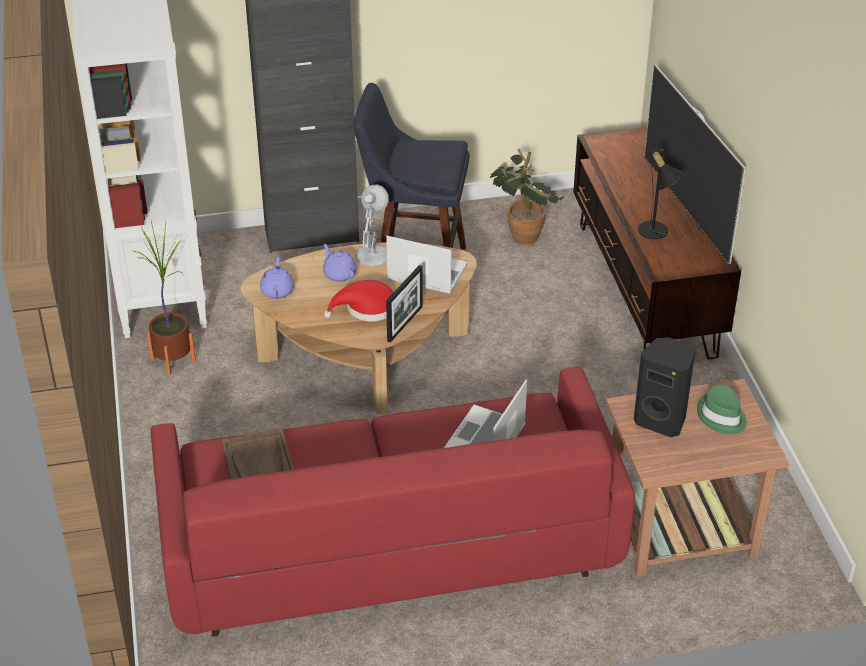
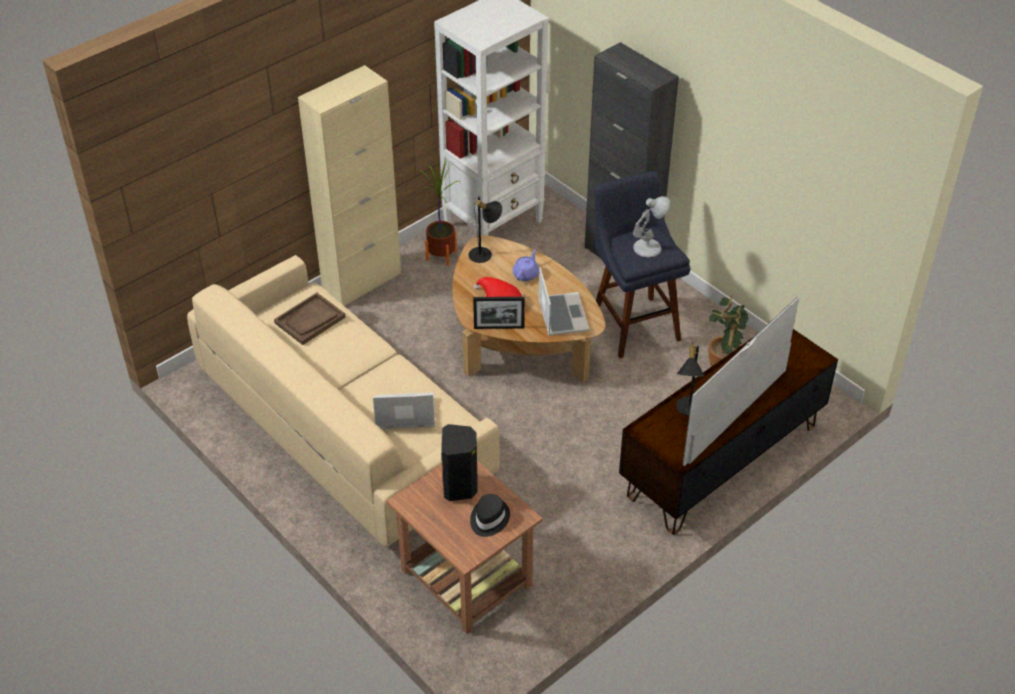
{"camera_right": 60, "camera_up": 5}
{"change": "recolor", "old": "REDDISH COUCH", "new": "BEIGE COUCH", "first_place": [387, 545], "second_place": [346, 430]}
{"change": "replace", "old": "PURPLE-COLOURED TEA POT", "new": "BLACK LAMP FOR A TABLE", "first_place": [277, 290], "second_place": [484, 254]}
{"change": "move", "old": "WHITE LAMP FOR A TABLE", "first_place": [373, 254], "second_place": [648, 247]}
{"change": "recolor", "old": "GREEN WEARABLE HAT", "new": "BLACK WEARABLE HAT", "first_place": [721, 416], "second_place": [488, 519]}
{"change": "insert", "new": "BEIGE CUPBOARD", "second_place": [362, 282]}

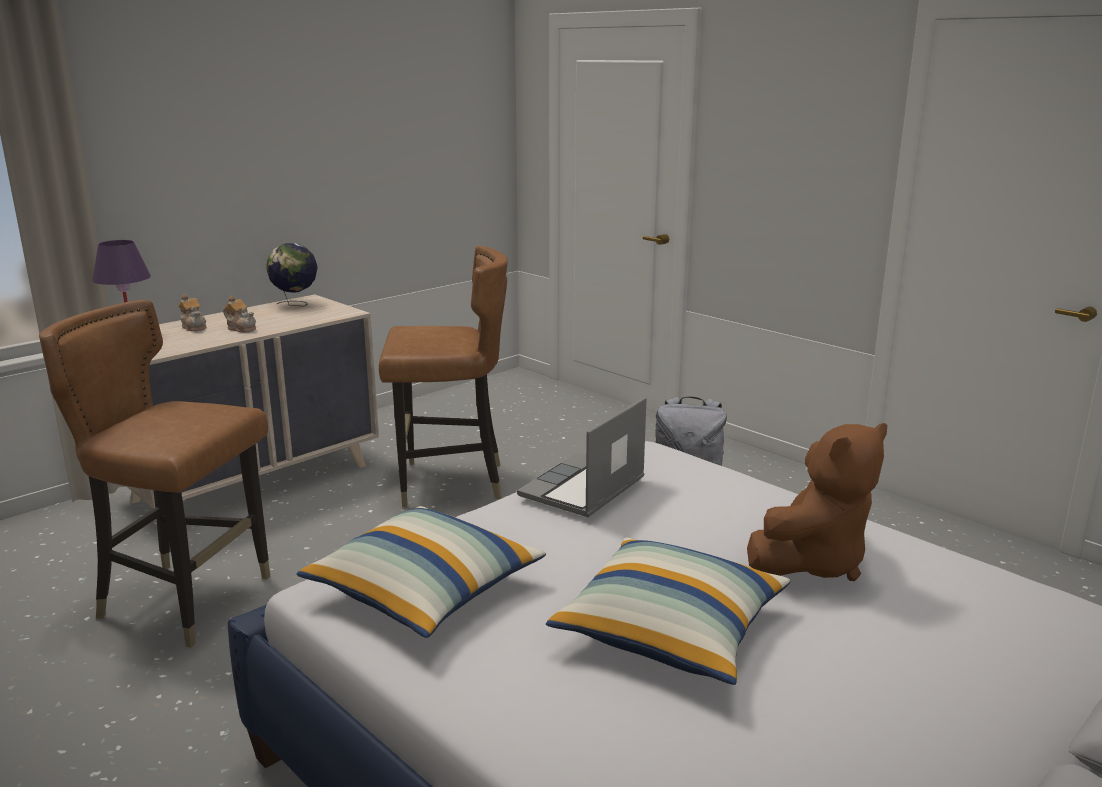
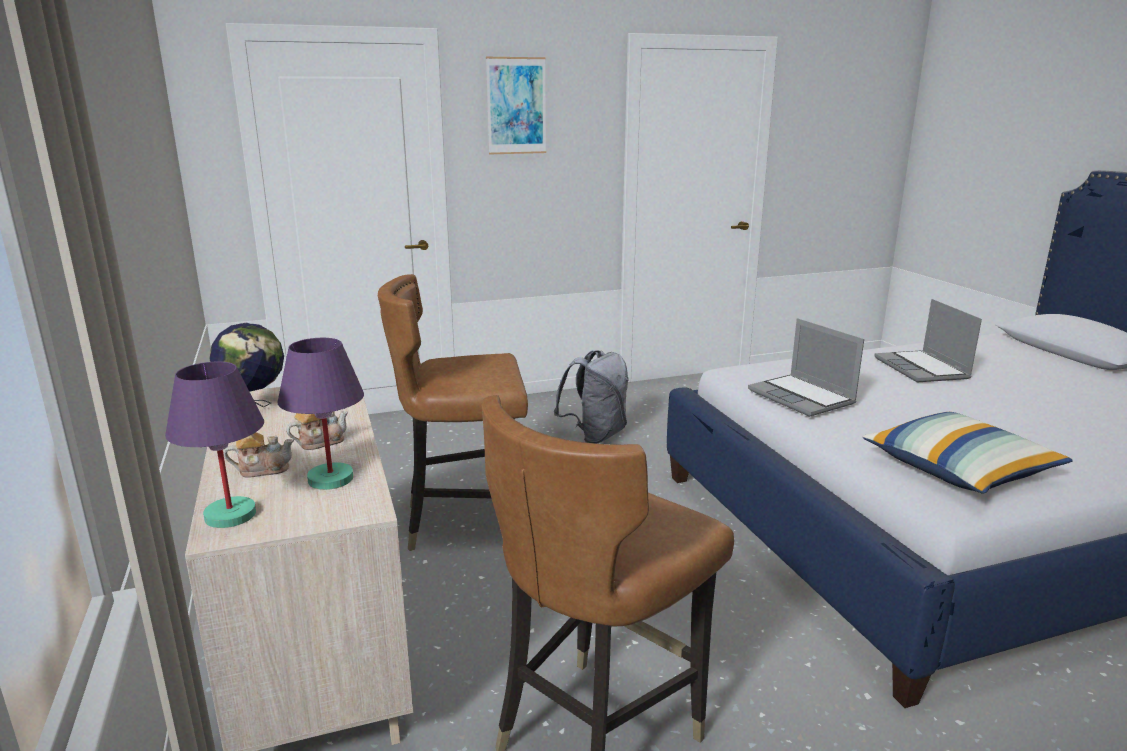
{"camera_right": -65, "camera_up": 0}
{"change": "rotate", "old": "BROWN-COLOURED UPRIGHT CHAIR", "first_place": [449, 483], "second_place": [464, 522], "degrees": -120}
{"change": "delete", "old": "PILLOW", "first_place": [671, 632]}
{"change": "replace", "old": "BROWN-COLOURED CUDDLY TOY", "new": "PORTABLE COMPUTER", "first_place": [813, 562], "second_place": [922, 369]}
{"change": "insert", "new": "PURPLE-COLOURED LAMP FOR A TABLE", "second_place": [330, 479]}
{"change": "insert", "new": "PICTURE", "second_place": [516, 106]}

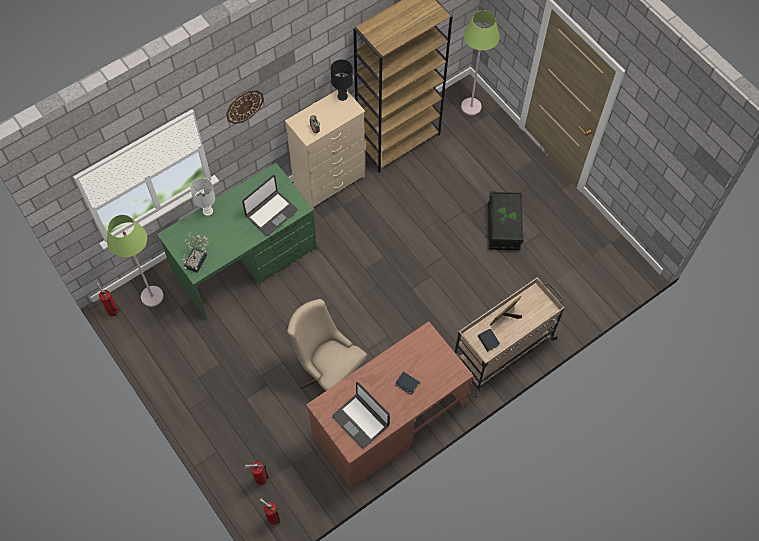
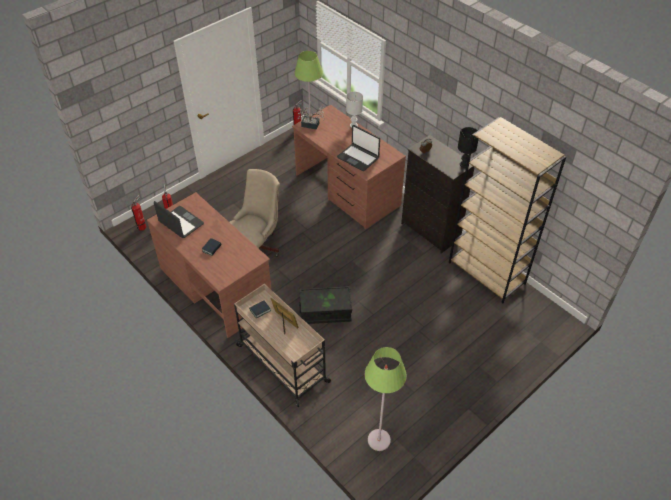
{"camera_right": 85, "camera_up": -15}
{"change": "recolor", "old": "GREEN DESK", "new": "BROWN-COLOURED DESK", "first_place": [245, 261], "second_place": [347, 190]}
{"change": "delete", "old": "HANGING CLOCK", "first_place": [244, 106]}
{"change": "recolor", "old": "BEIGE DRESSER", "new": "BLACK DRESSER", "first_place": [330, 182], "second_place": [430, 231]}
{"change": "rotate", "old": "PORTABLE COMPUTER", "first_place": [361, 420], "second_place": [180, 223], "degrees": 90}
{"change": "move", "old": "GREEN STANDARD LAMP", "first_place": [471, 107], "second_place": [378, 440]}
{"change": "move", "old": "BLACK STORAGE BIN", "first_place": [503, 227], "second_place": [325, 312]}

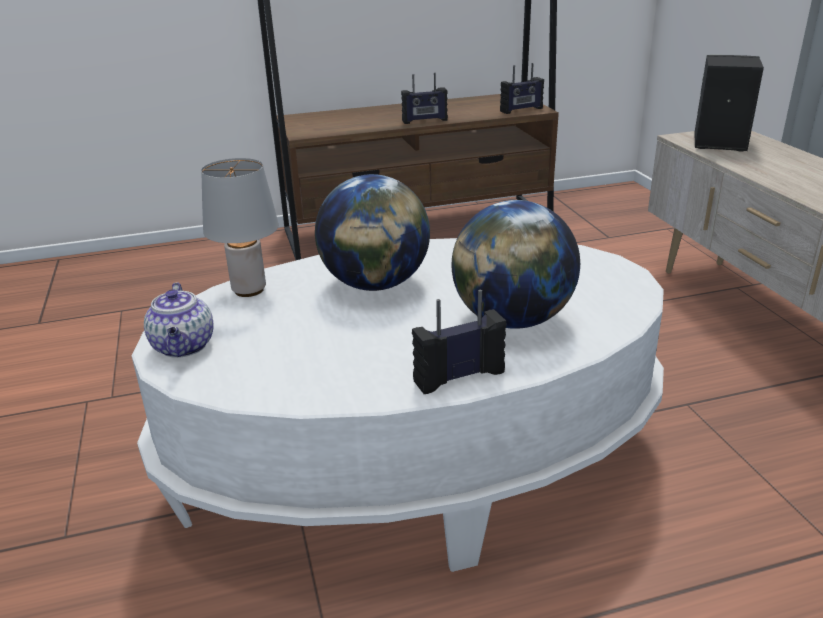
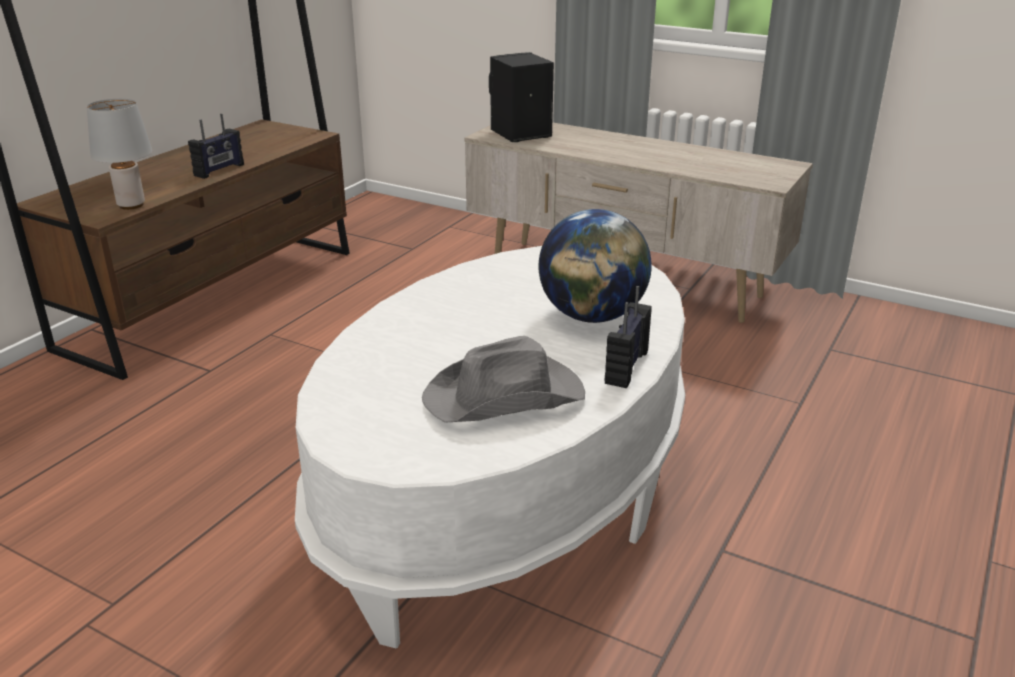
{"camera_right": -45, "camera_up": 0}
{"change": "delete", "old": "TEA POT", "first_place": [184, 347]}
{"change": "move", "old": "GREY LAMP FOR A TABLE", "first_place": [249, 289], "second_place": [131, 205]}
{"change": "delete", "old": "GLOBE", "first_place": [375, 284]}
{"change": "delete", "old": "RADIO SET", "first_place": [521, 110]}
{"change": "insert", "new": "GREY WEARABLE HAT", "second_place": [506, 397]}

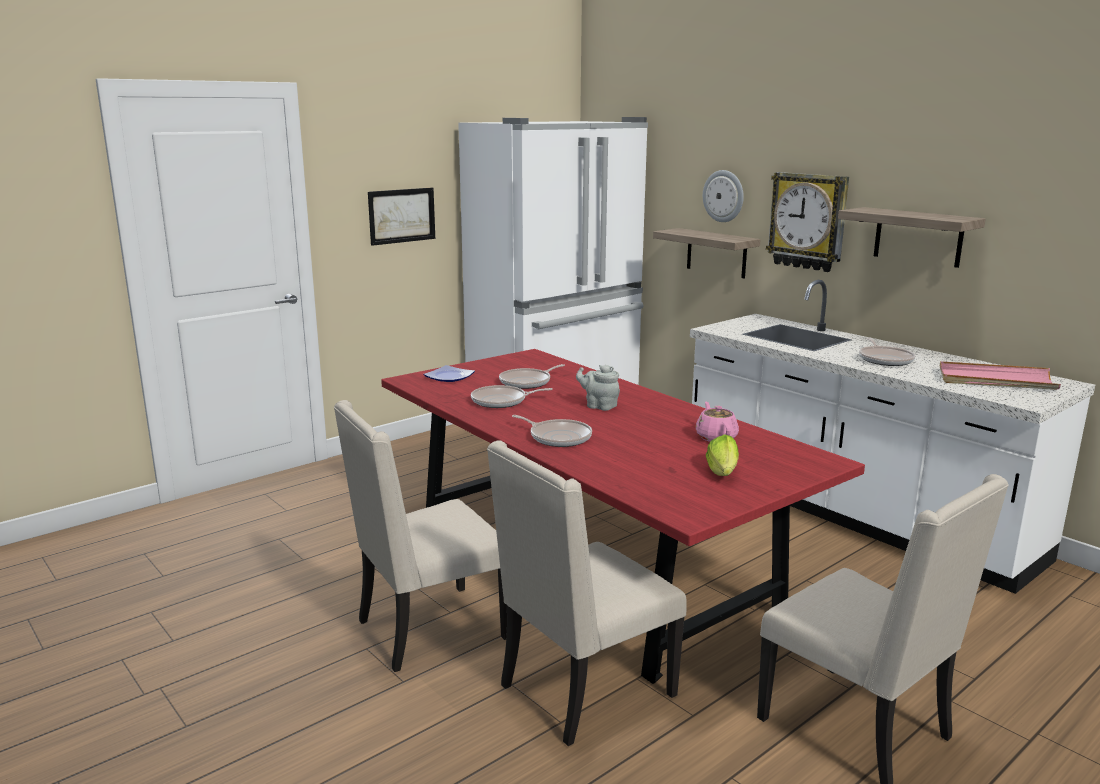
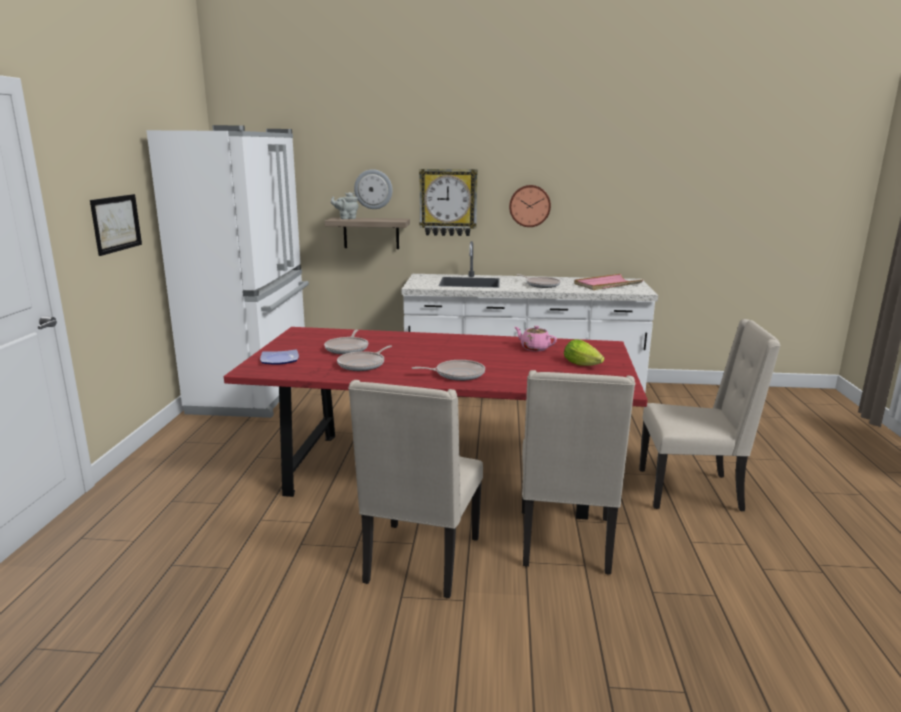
{"camera_right": -45, "camera_up": 0}
{"change": "move", "old": "GREY TEA POT", "first_place": [599, 406], "second_place": [346, 218]}
{"change": "replace", "old": "BRACKET SHELF", "new": "HANGING CLOCK", "first_place": [918, 237], "second_place": [529, 206]}

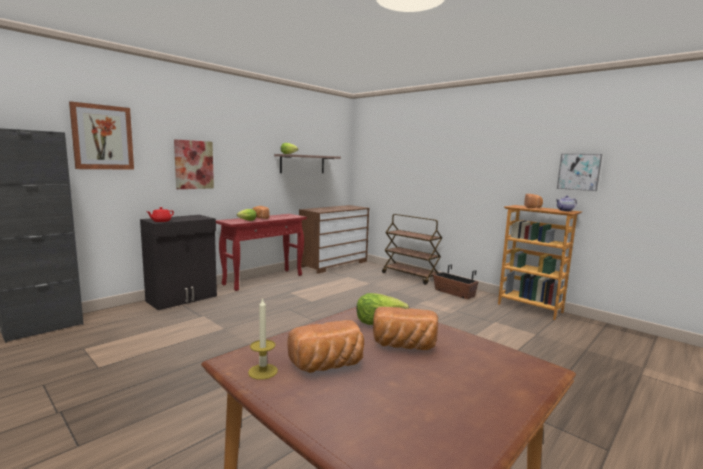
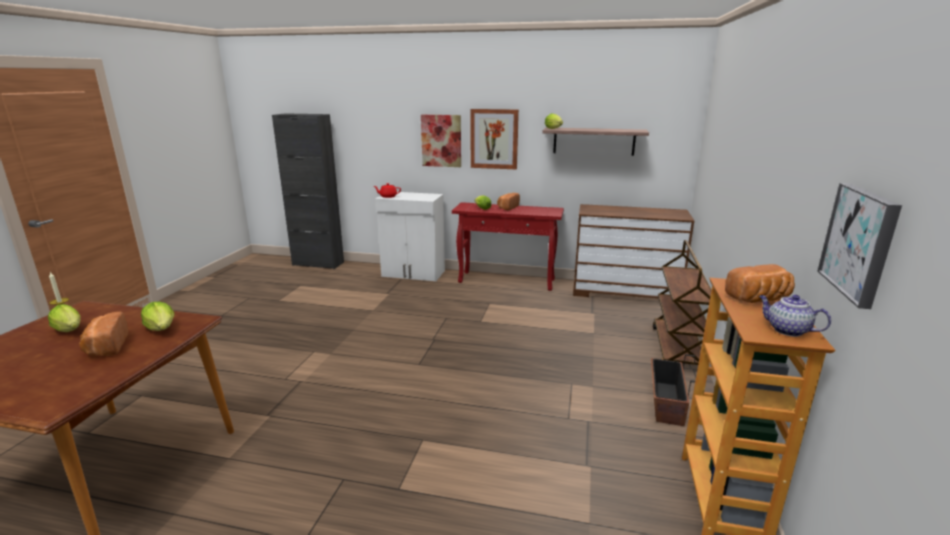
{"camera_right": 60, "camera_up": 10}
{"change": "move", "old": "PICTURE", "first_place": [102, 137], "second_place": [494, 139]}
{"change": "recolor", "old": "BLACK CUPBOARD", "new": "WHITE CUPBOARD", "first_place": [183, 299], "second_place": [413, 273]}
{"change": "replace", "old": "BAKED BREAD", "new": "HEAD OF LETTUCE", "first_place": [328, 366], "second_place": [70, 331]}

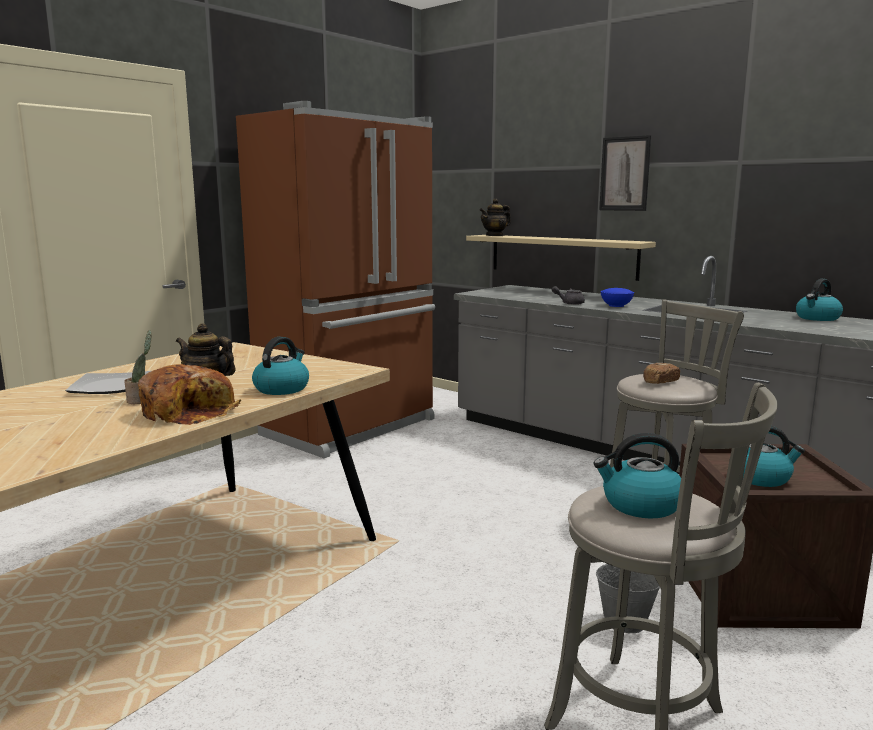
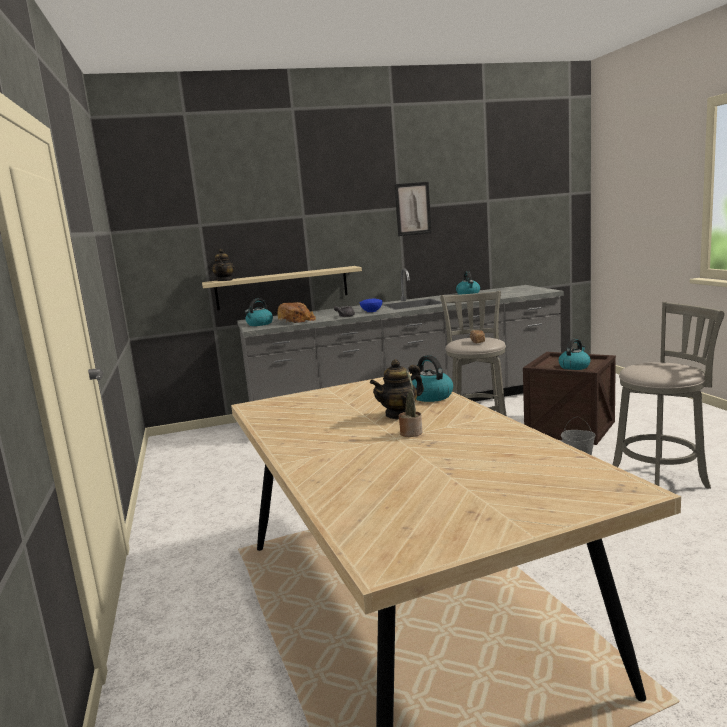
{"camera_right": -55, "camera_up": 0}
{"change": "delete", "old": "DINNER PLATE", "first_place": [114, 386]}
{"change": "move", "old": "BAKED BREAD", "first_place": [190, 411], "second_place": [297, 320]}
{"change": "delete", "old": "BROWN-COLOURED REFRIGERATOR", "first_place": [351, 428]}
{"change": "move", "old": "KETTLE", "first_place": [640, 505], "second_place": [259, 324]}
{"change": "move", "old": "PICTURE", "first_place": [624, 173], "second_place": [413, 209]}

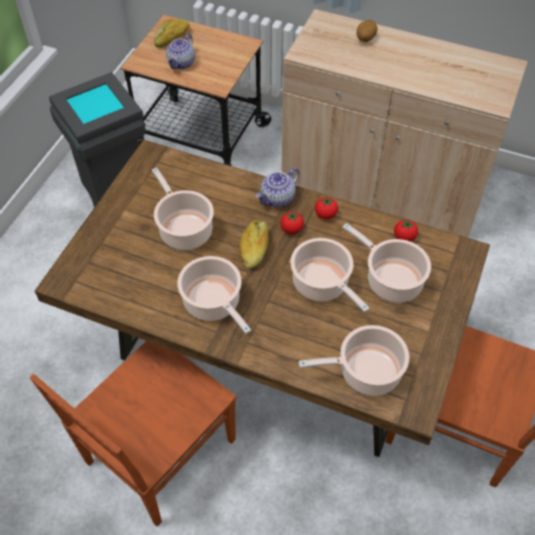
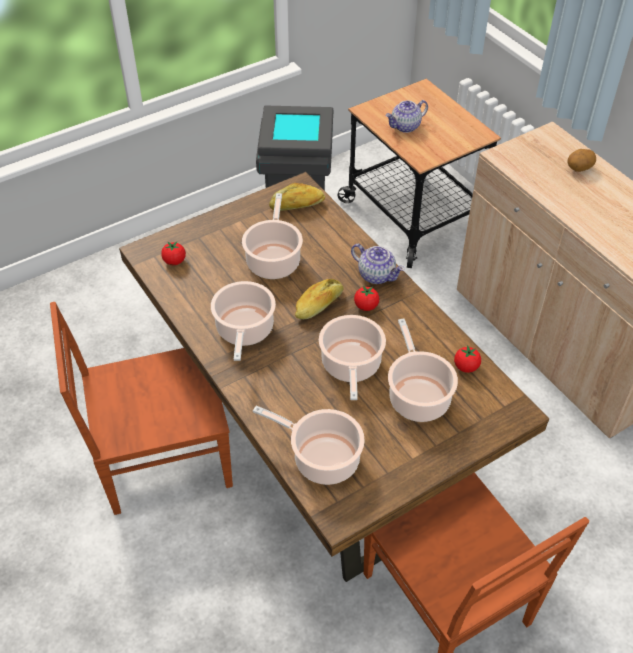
{"camera_right": 35, "camera_up": -5}
{"change": "move", "old": "BAKED BREAD", "first_place": [172, 38], "second_place": [297, 205]}
{"change": "rotate", "old": "TEA POT", "first_place": [277, 199], "second_place": [377, 275], "degrees": -135}
{"change": "move", "old": "FRESH TOMATO", "first_place": [325, 214], "second_place": [174, 261]}

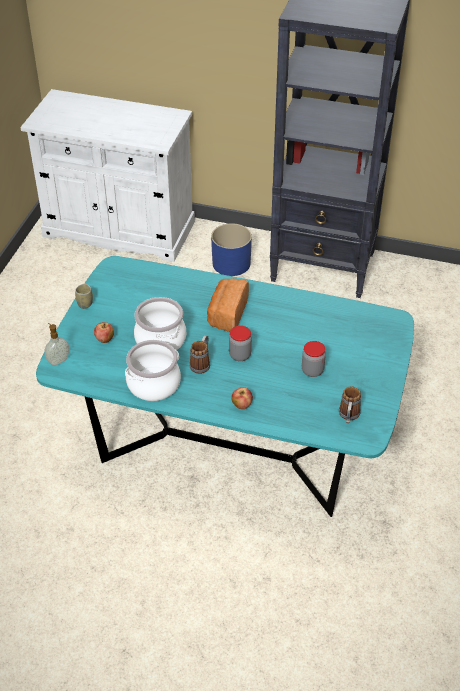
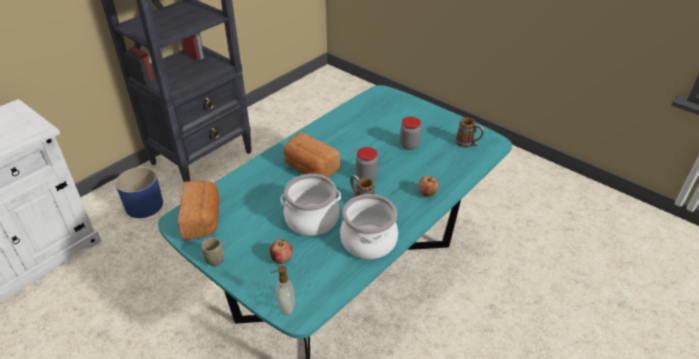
{"camera_right": -65, "camera_up": -5}
{"change": "insert", "new": "BAKED BREAD", "second_place": [203, 220]}

